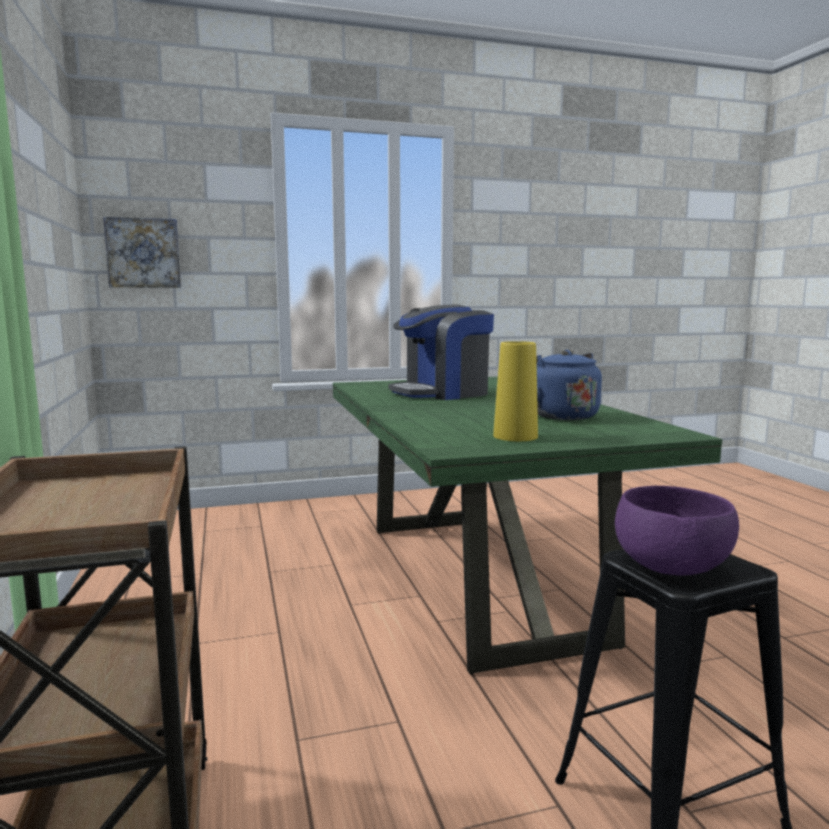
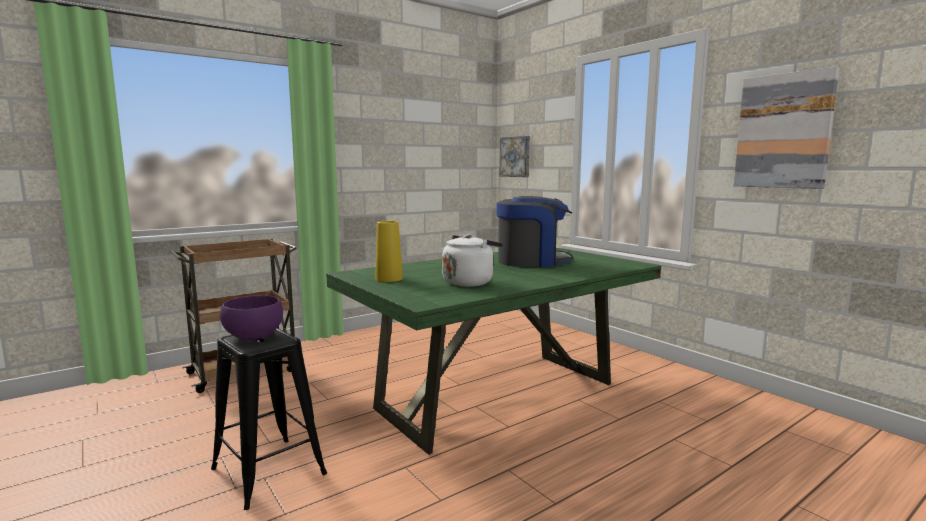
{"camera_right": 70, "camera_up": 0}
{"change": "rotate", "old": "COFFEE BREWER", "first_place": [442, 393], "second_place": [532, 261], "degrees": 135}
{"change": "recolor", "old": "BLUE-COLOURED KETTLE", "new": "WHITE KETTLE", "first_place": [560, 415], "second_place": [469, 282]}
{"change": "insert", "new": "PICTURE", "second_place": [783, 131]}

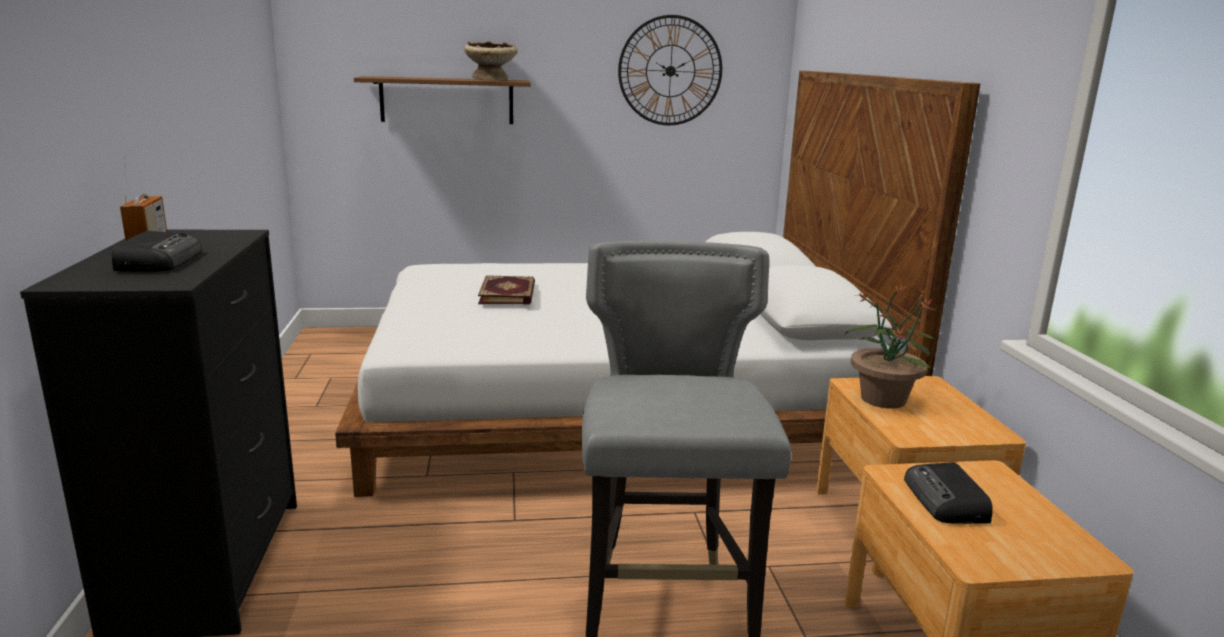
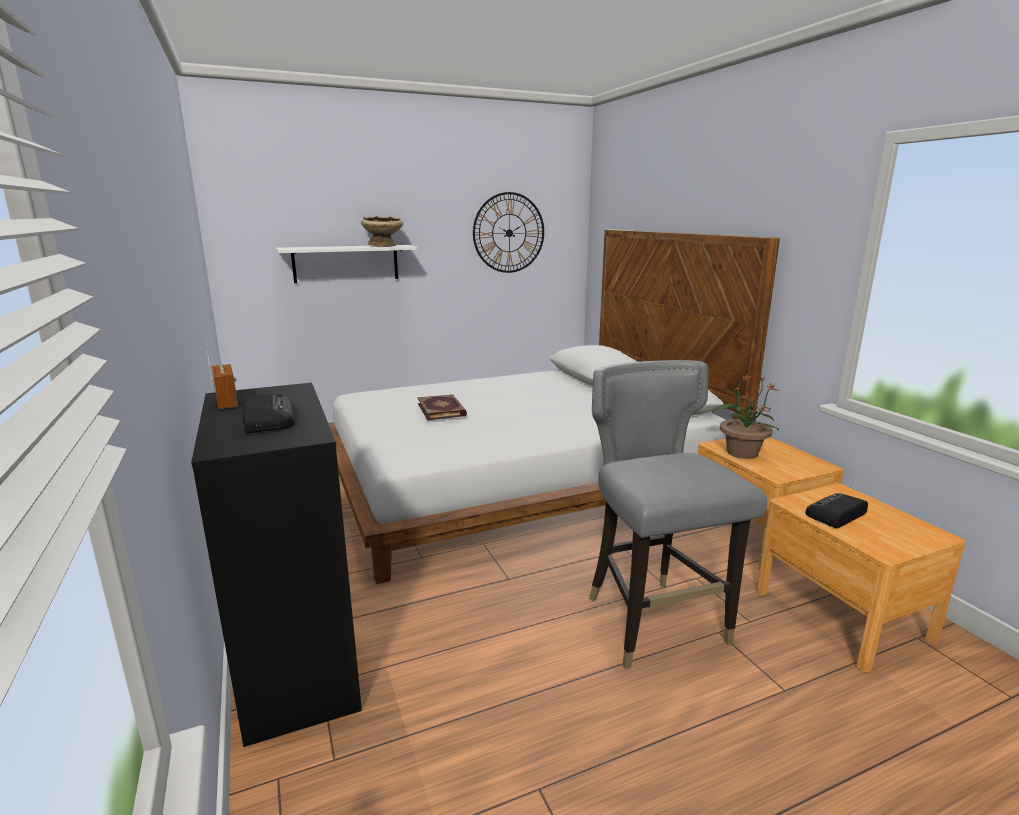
{"camera_right": -15, "camera_up": 0}
{"change": "recolor", "old": "BROWN-COLOURED BRACKET SHELF", "new": "WHITE BRACKET SHELF", "first_place": [447, 100], "second_place": [346, 263]}
{"change": "rotate", "old": "RADIO SET", "first_place": [946, 501], "second_place": [835, 515], "degrees": 75}

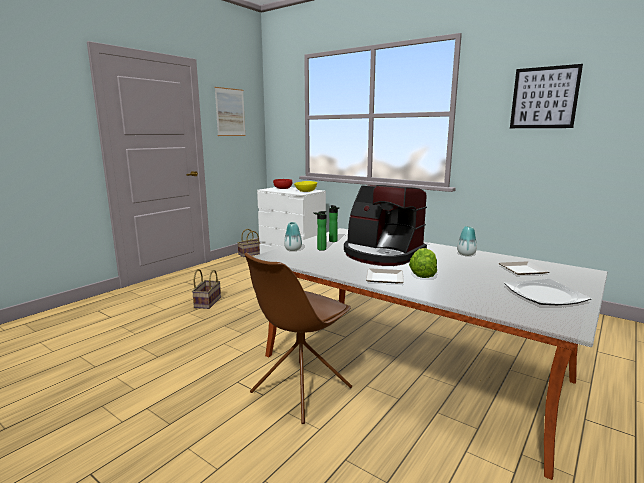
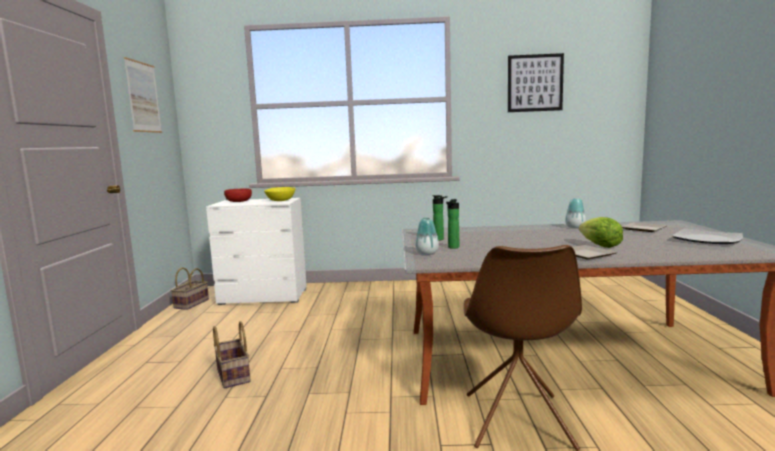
{"camera_right": -35, "camera_up": -5}
{"change": "delete", "old": "COFFEE BREWER", "first_place": [382, 254]}

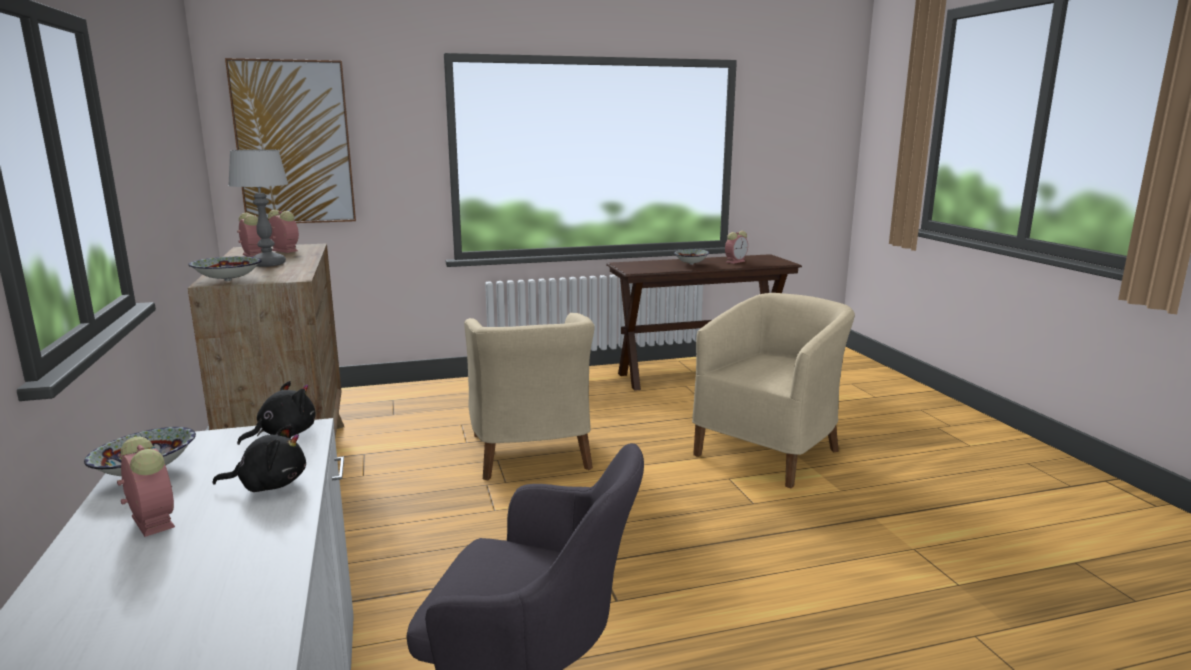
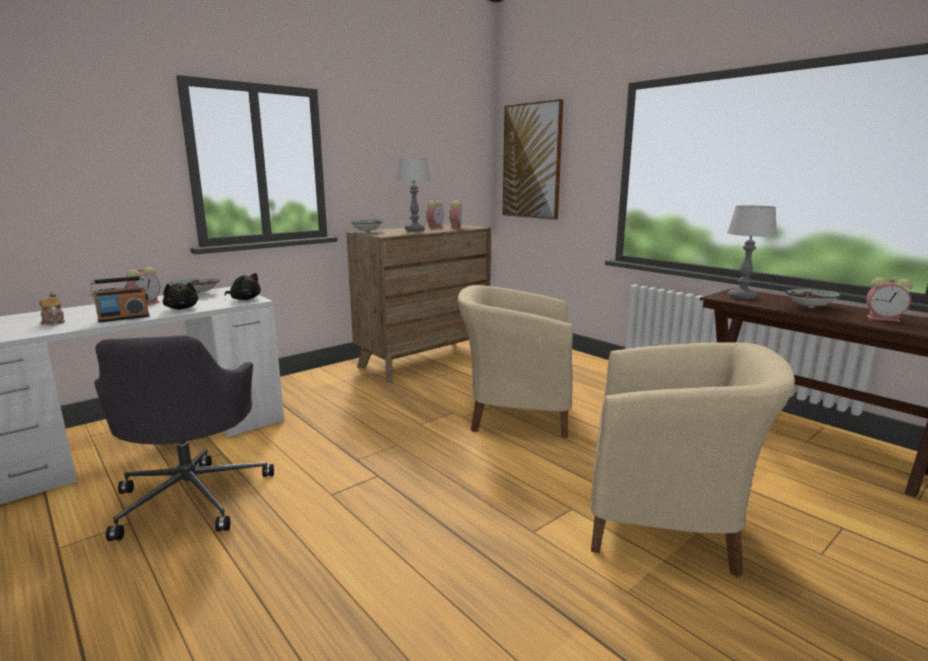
{"camera_right": 65, "camera_up": 0}
{"change": "rotate", "old": "BEIGE EASY CHAIR", "first_place": [531, 454], "second_place": [514, 414], "degrees": 45}
{"change": "insert", "new": "TEA POT", "second_place": [53, 322]}
{"change": "insert", "new": "RADIO SET", "second_place": [124, 318]}
{"change": "insert", "new": "LAMP FOR A TABLE", "second_place": [742, 297]}

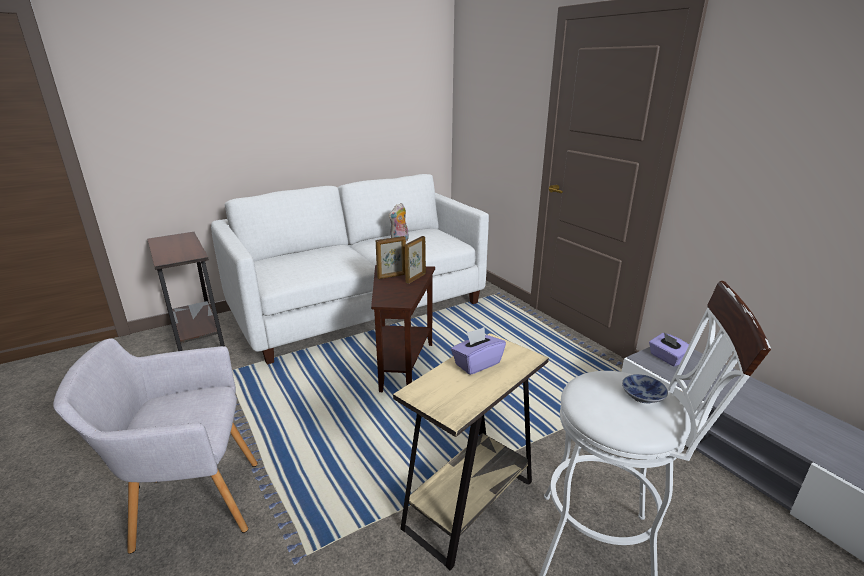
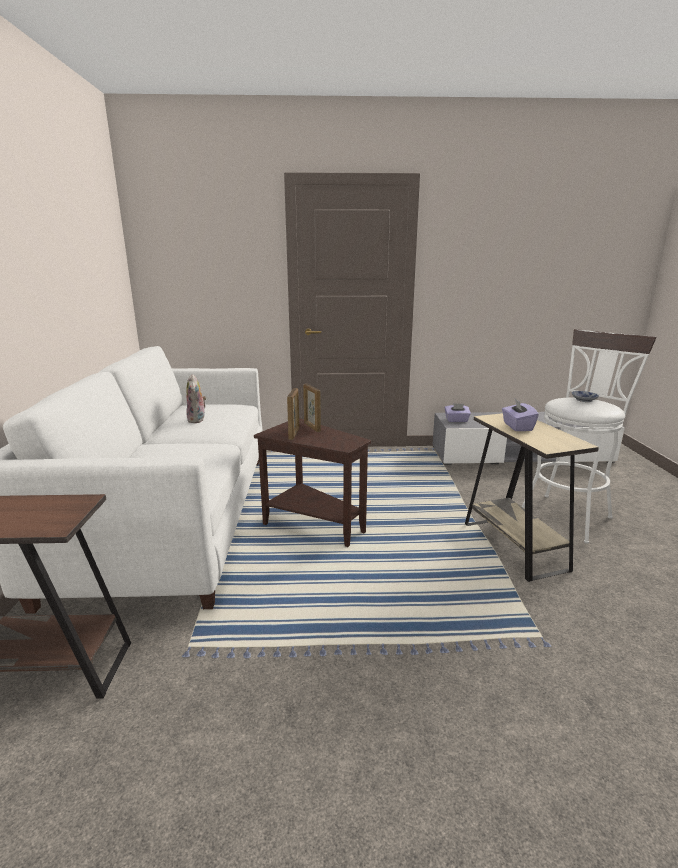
{"camera_right": -60, "camera_up": -5}
{"change": "delete", "old": "GREY EASY CHAIR", "first_place": [191, 503]}

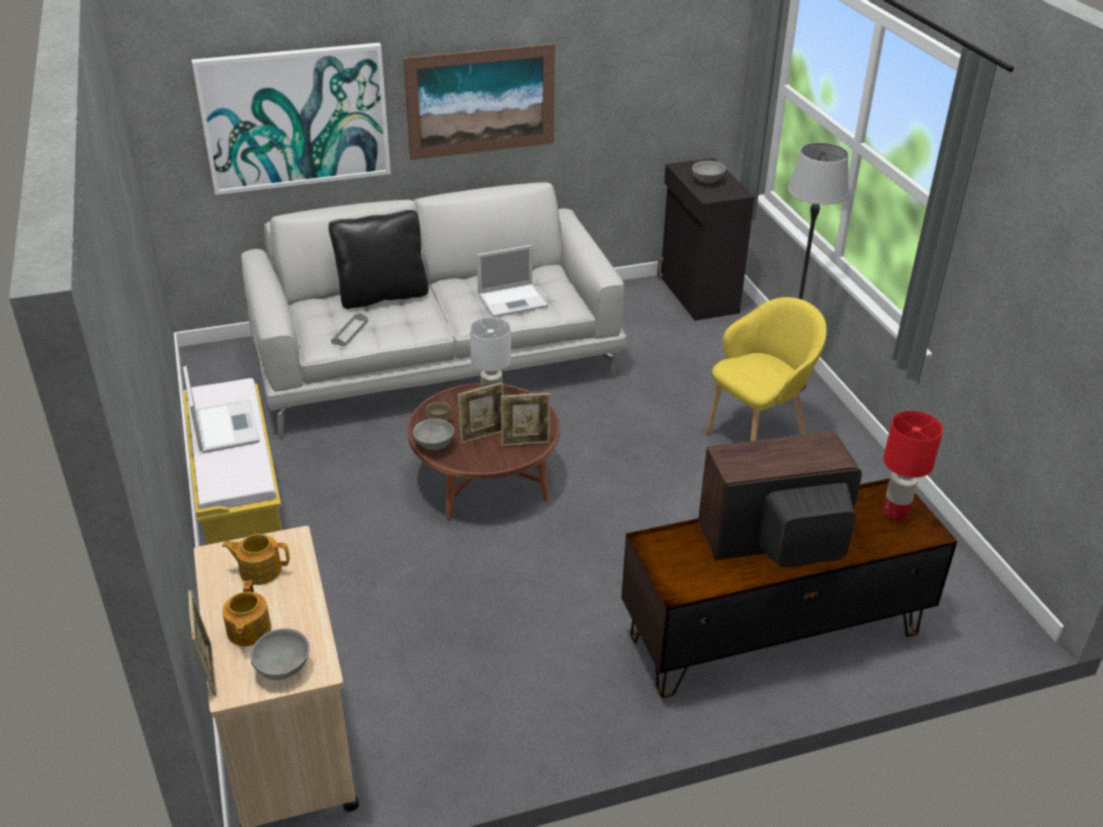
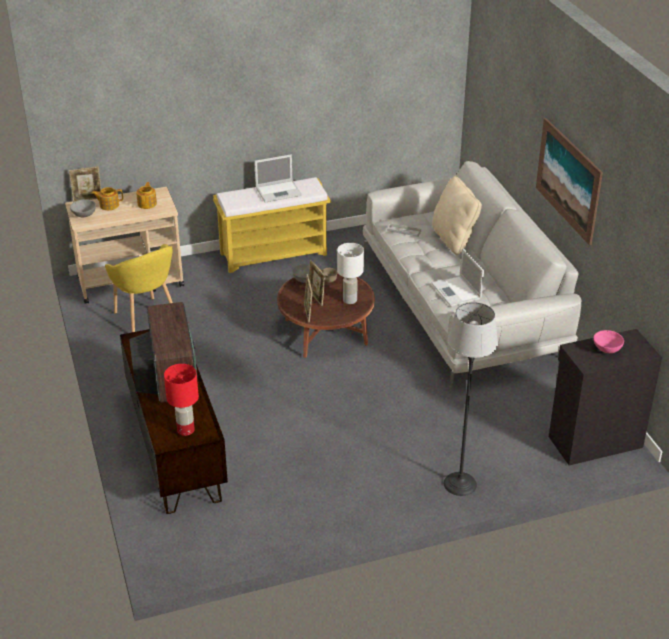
{"camera_right": 90, "camera_up": 0}
{"change": "delete", "old": "PICTURE", "first_place": [295, 118]}
{"change": "recolor", "old": "BLACK PILLOW", "new": "BEIGE PILLOW", "first_place": [382, 295], "second_place": [454, 240]}
{"change": "recolor", "old": "GREY SERVING BOWL", "new": "PINKISH SERVING BOWL", "first_place": [708, 181], "second_place": [606, 350]}
{"change": "move", "old": "YELLOW EASY CHAIR", "first_place": [757, 436], "second_place": [146, 318]}

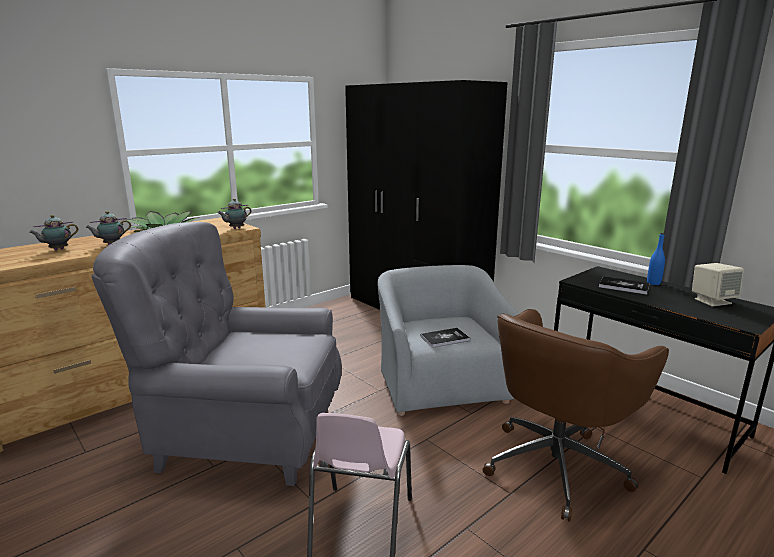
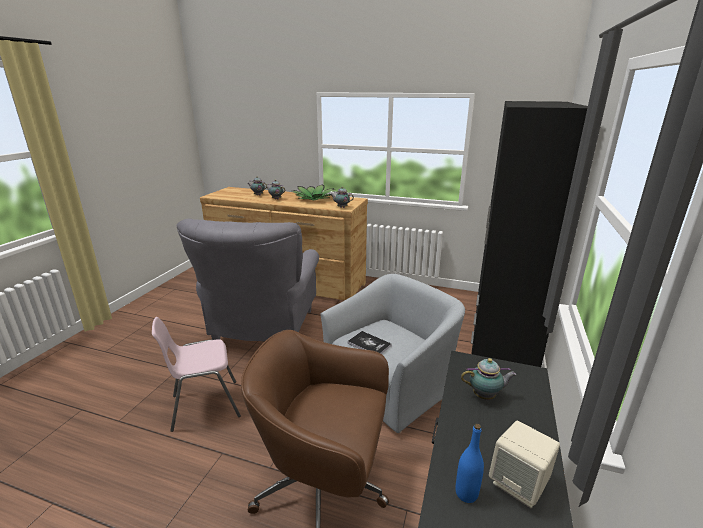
{"camera_right": 60, "camera_up": 5}
{"change": "rotate", "old": "GREY EASY CHAIR", "first_place": [240, 437], "second_place": [263, 331], "degrees": -150}
{"change": "replace", "old": "BOOK", "new": "TEA POT", "first_place": [623, 286], "second_place": [485, 396]}
{"change": "move", "old": "BLUE-COLOURED BEVERAGE BOTTLE", "first_place": [653, 283], "second_place": [466, 493]}

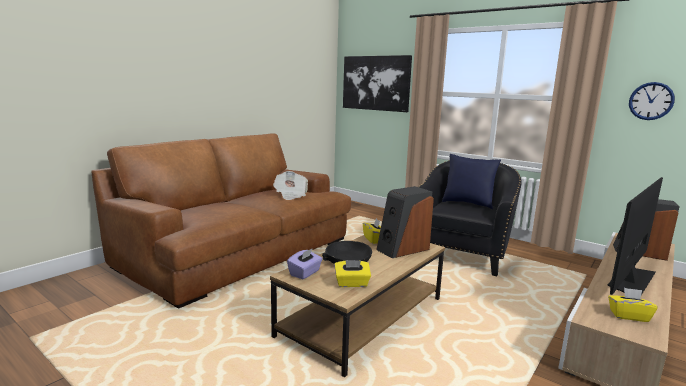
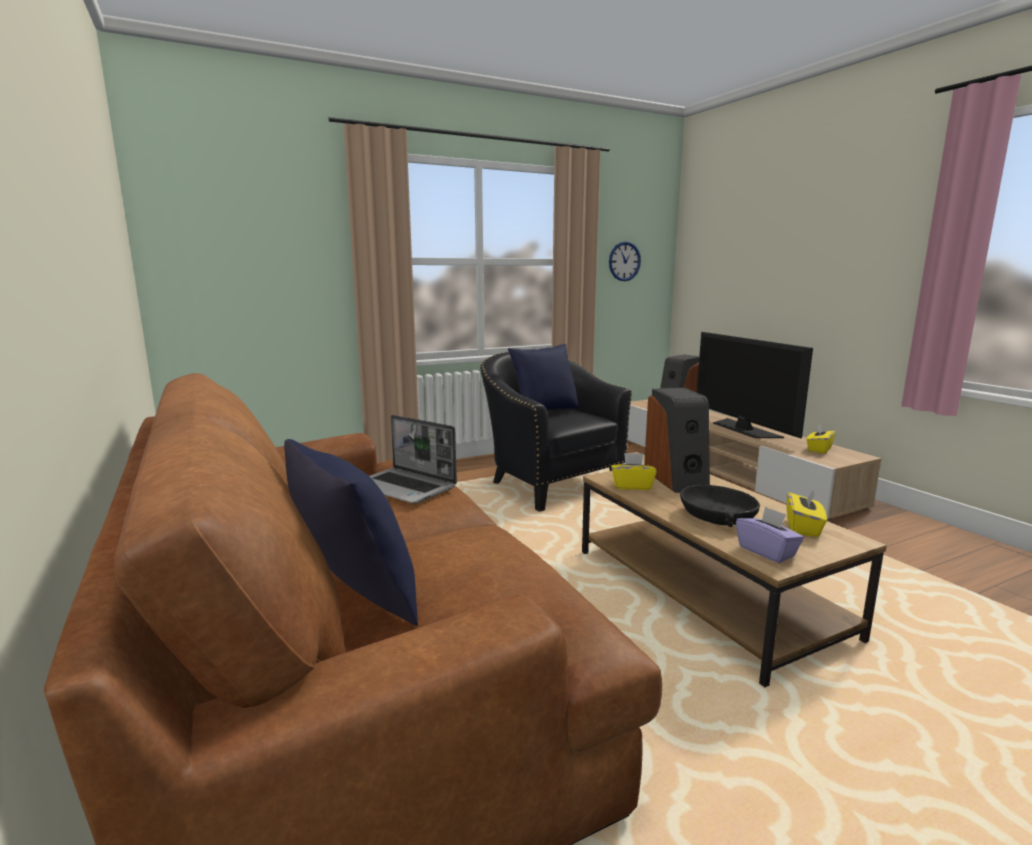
{"camera_right": -65, "camera_up": 0}
{"change": "replace", "old": "DAILY PAPER", "new": "PORTABLE COMPUTER", "first_place": [290, 195], "second_place": [405, 487]}
{"change": "delete", "old": "PICTURE", "first_place": [376, 83]}
{"change": "insert", "new": "BLUE-COLOURED PILLOW", "second_place": [355, 599]}

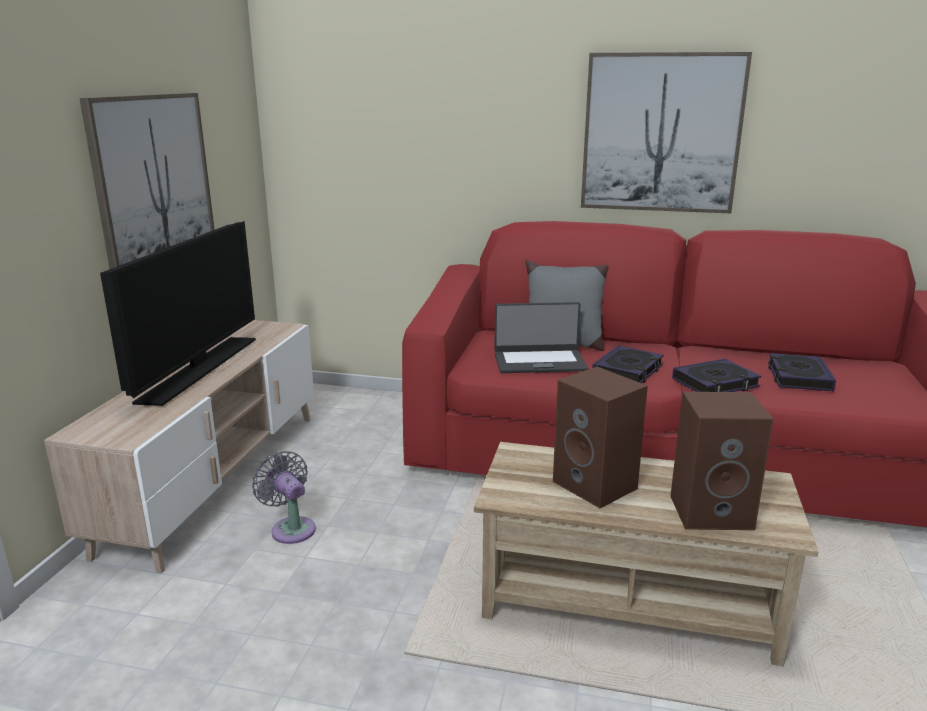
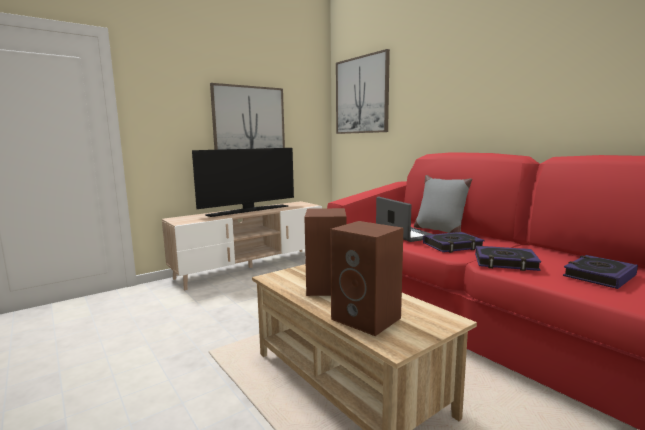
{"camera_right": 40, "camera_up": -10}
{"change": "delete", "old": "GREY COOLING FAN", "first_place": [291, 528]}
{"change": "rotate", "old": "PORTABLE COMPUTER", "first_place": [539, 362], "second_place": [404, 234], "degrees": -150}
{"change": "move", "old": "PICTURE", "first_place": [661, 133], "second_place": [361, 95]}

